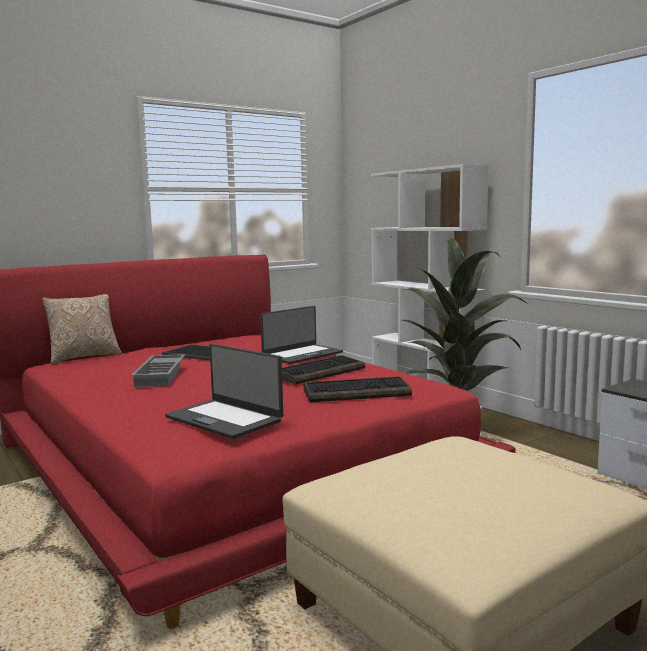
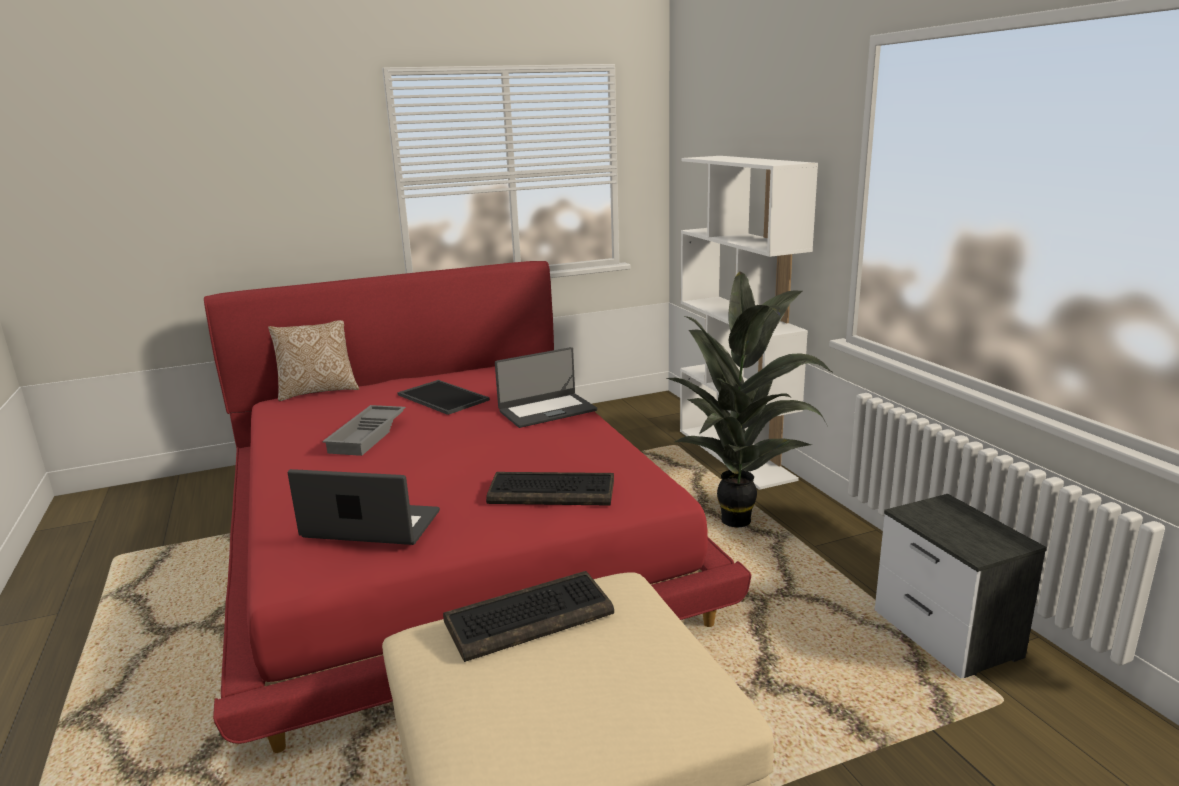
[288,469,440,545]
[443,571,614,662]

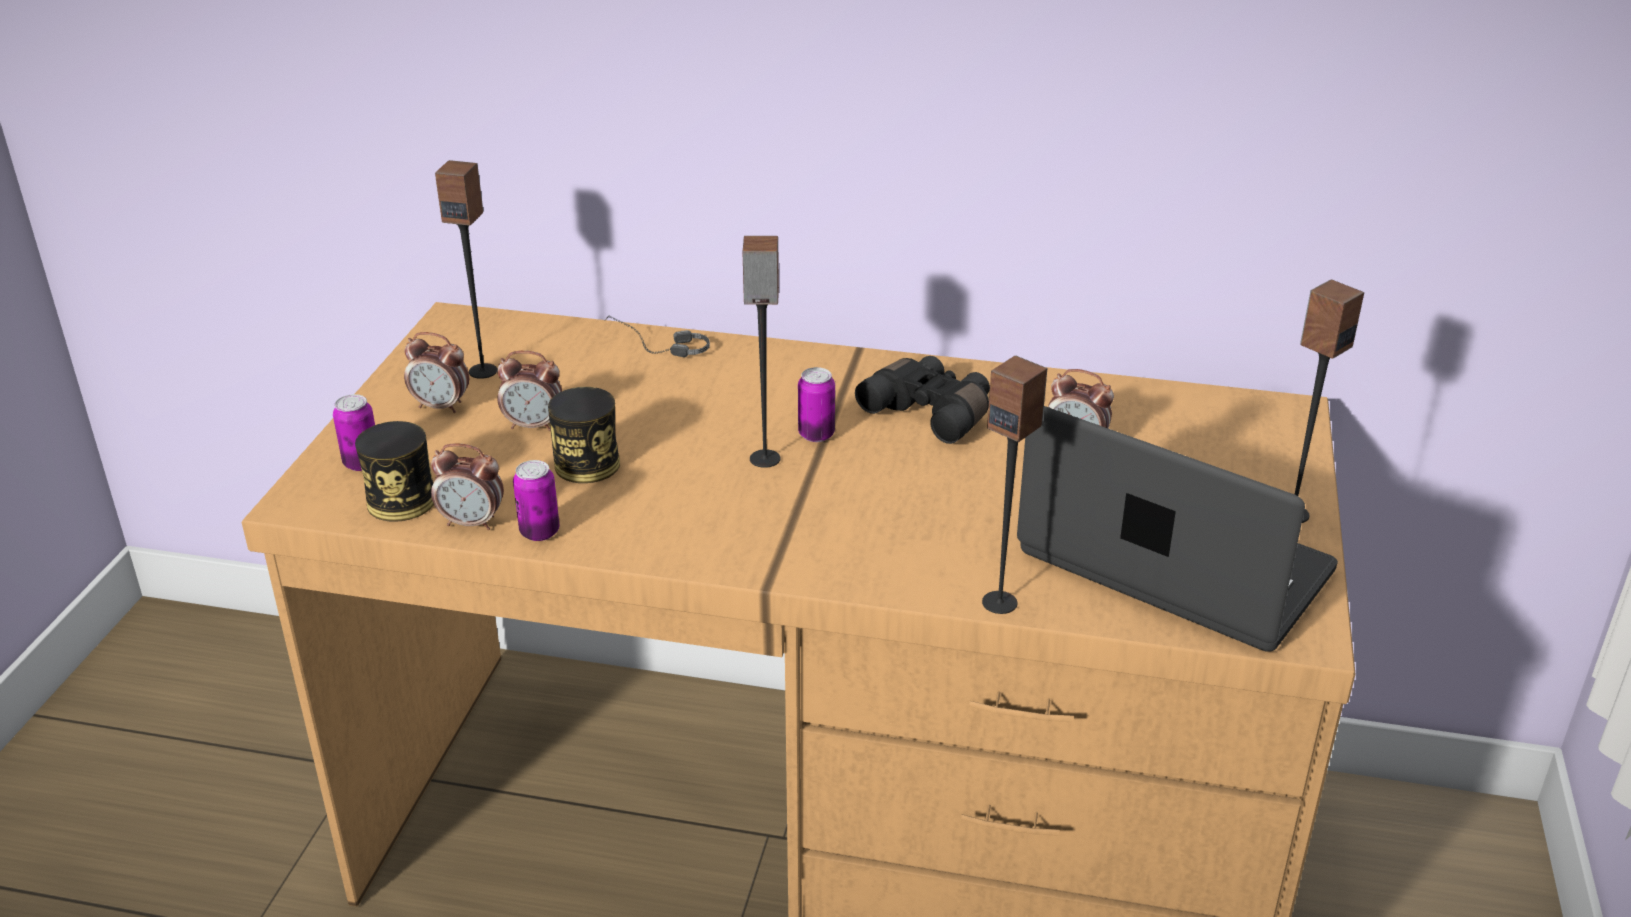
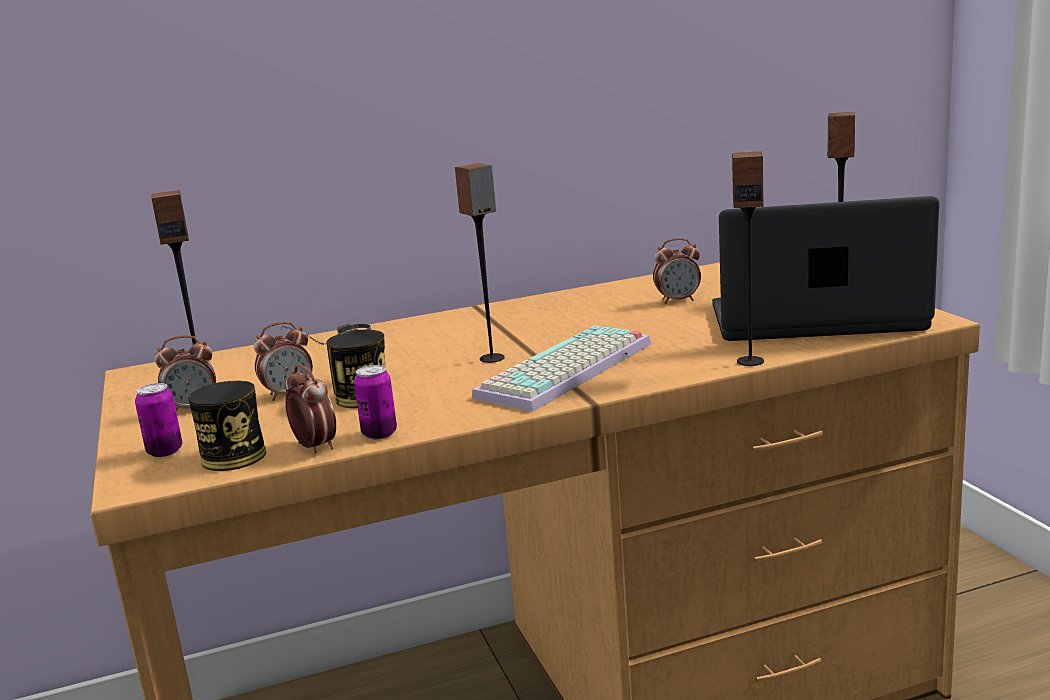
[285,365,336,453]
[472,325,651,412]
[798,367,835,442] (first image)
[855,356,990,444] (first image)

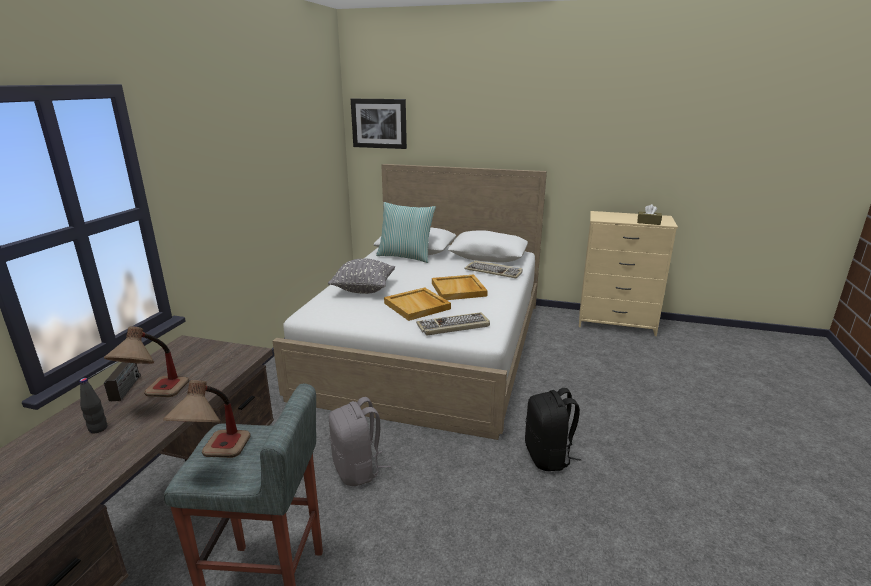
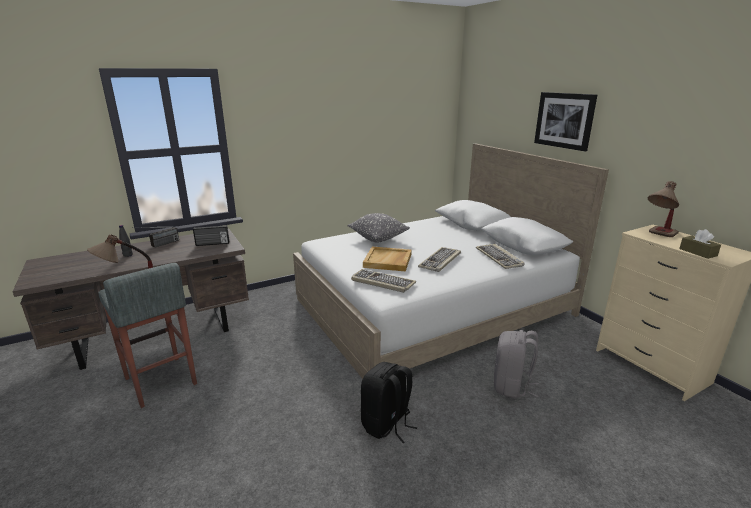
[193,225,229,246]
[418,247,461,272]
[494,330,539,399]
[534,92,597,151]
[648,181,679,237]
[376,202,436,263] (first image)

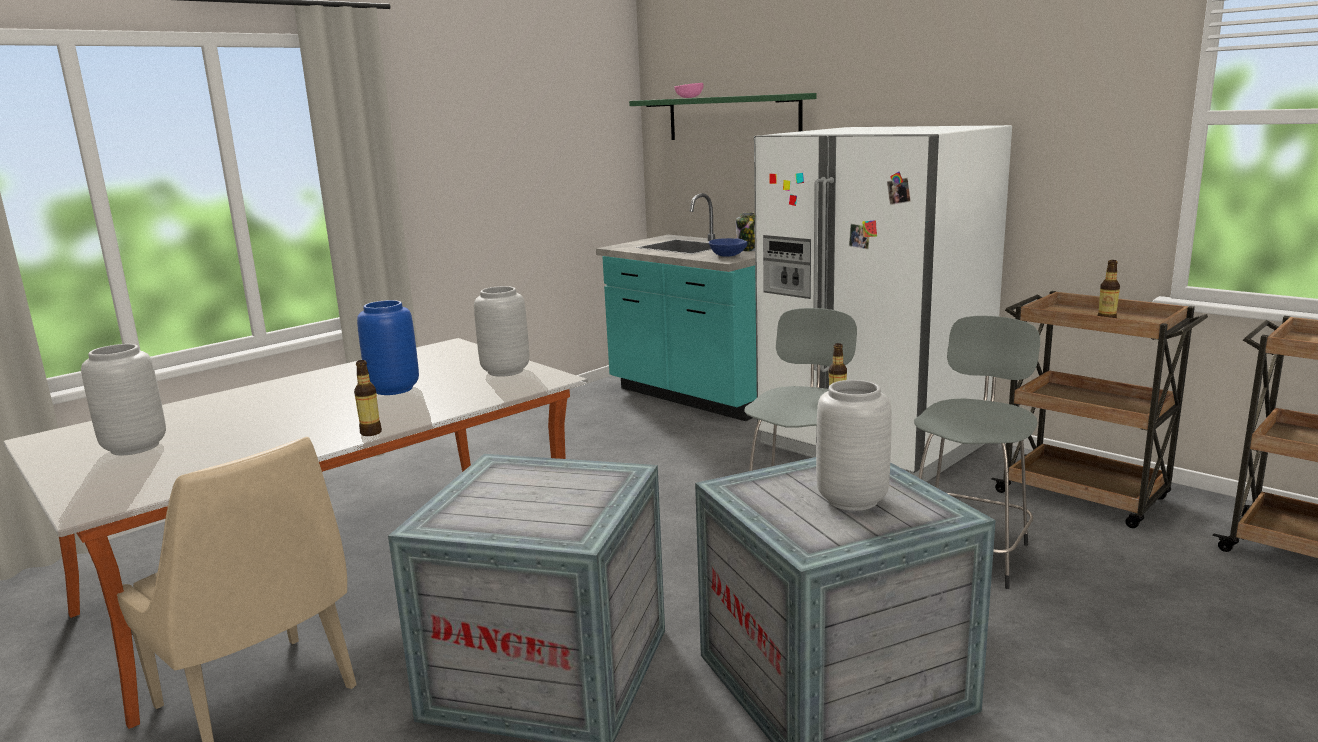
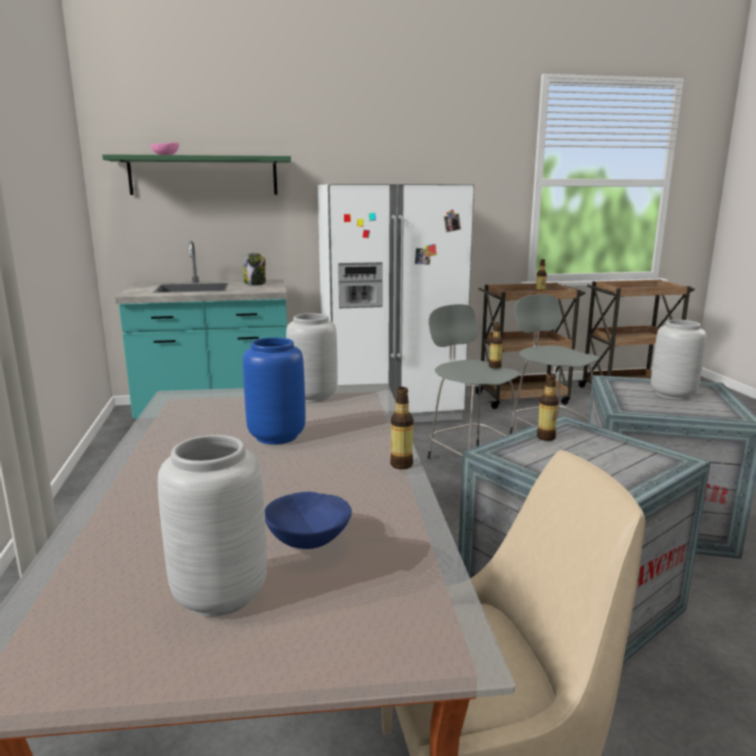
[265,492,352,549]
[537,373,559,441]

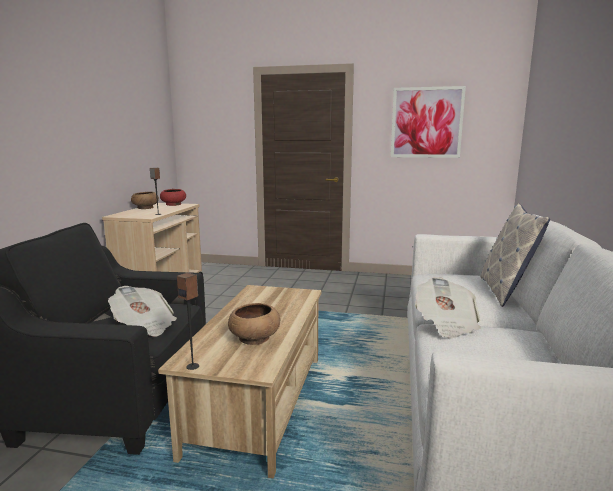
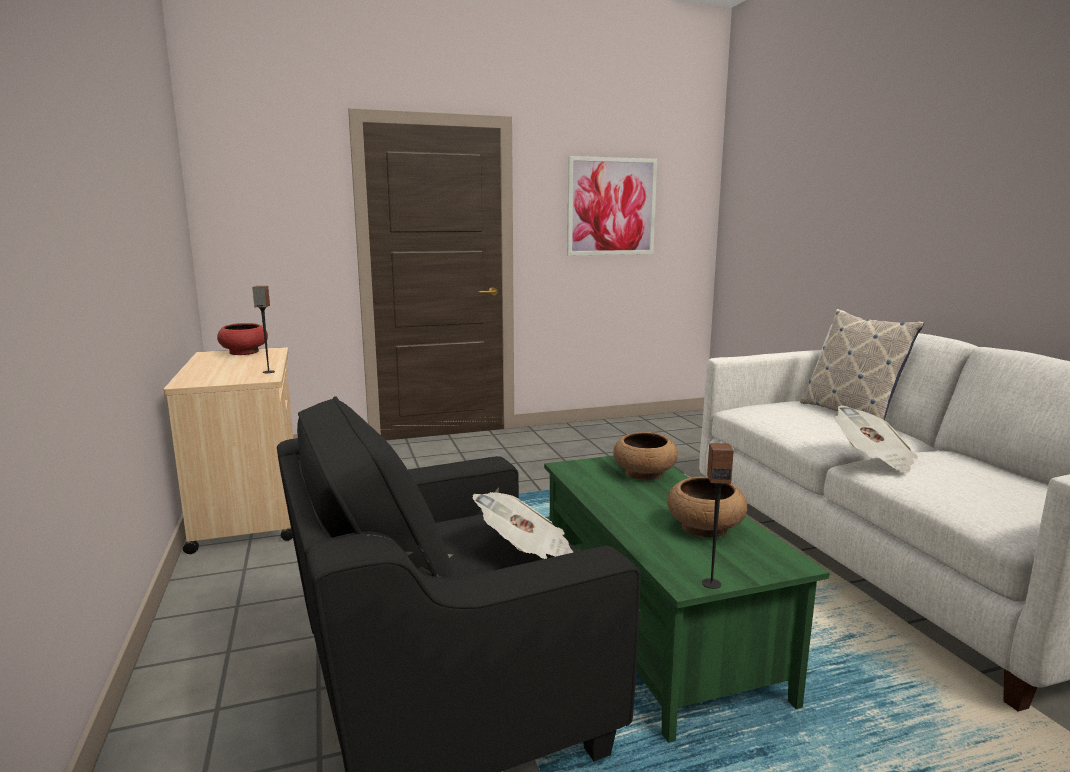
[544,456,830,743]
[613,432,678,480]

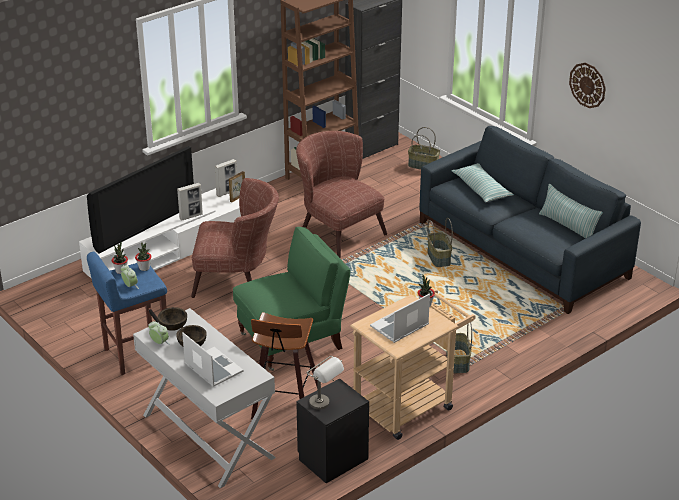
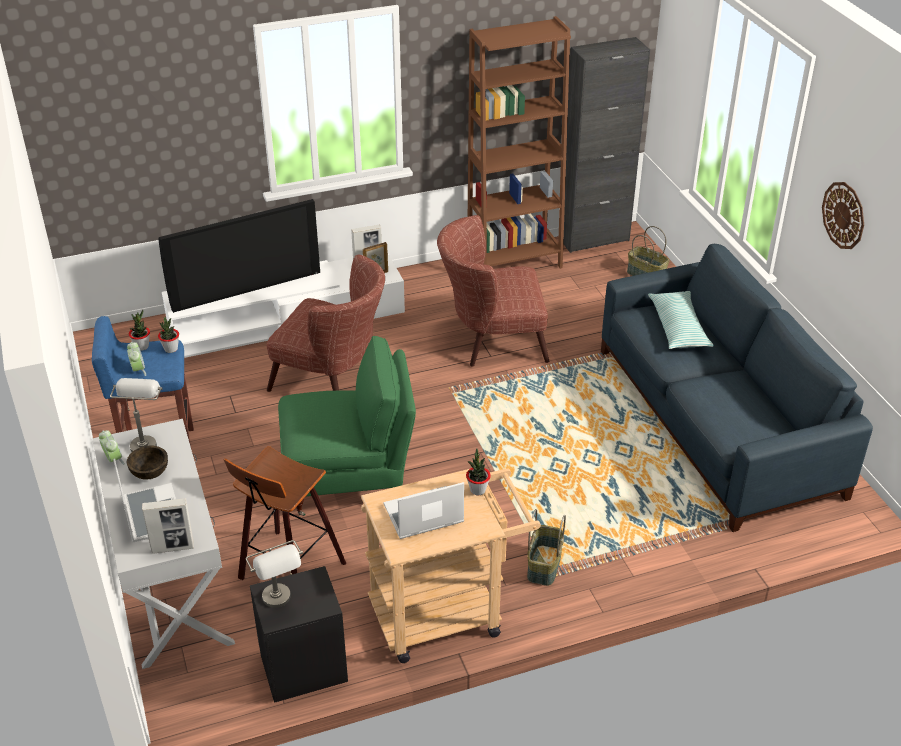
[110,378,163,452]
[142,498,194,554]
[437,215,549,367]
[427,218,453,267] (first image)
[539,184,603,238] (first image)

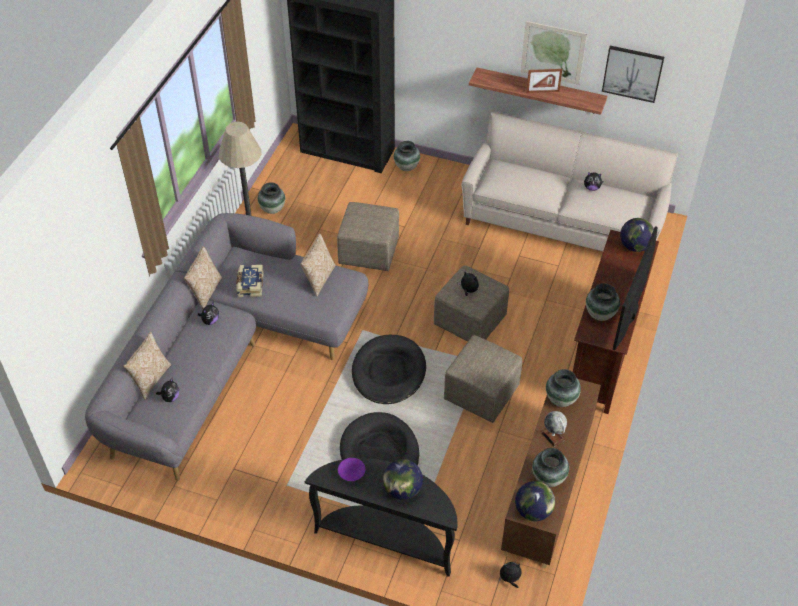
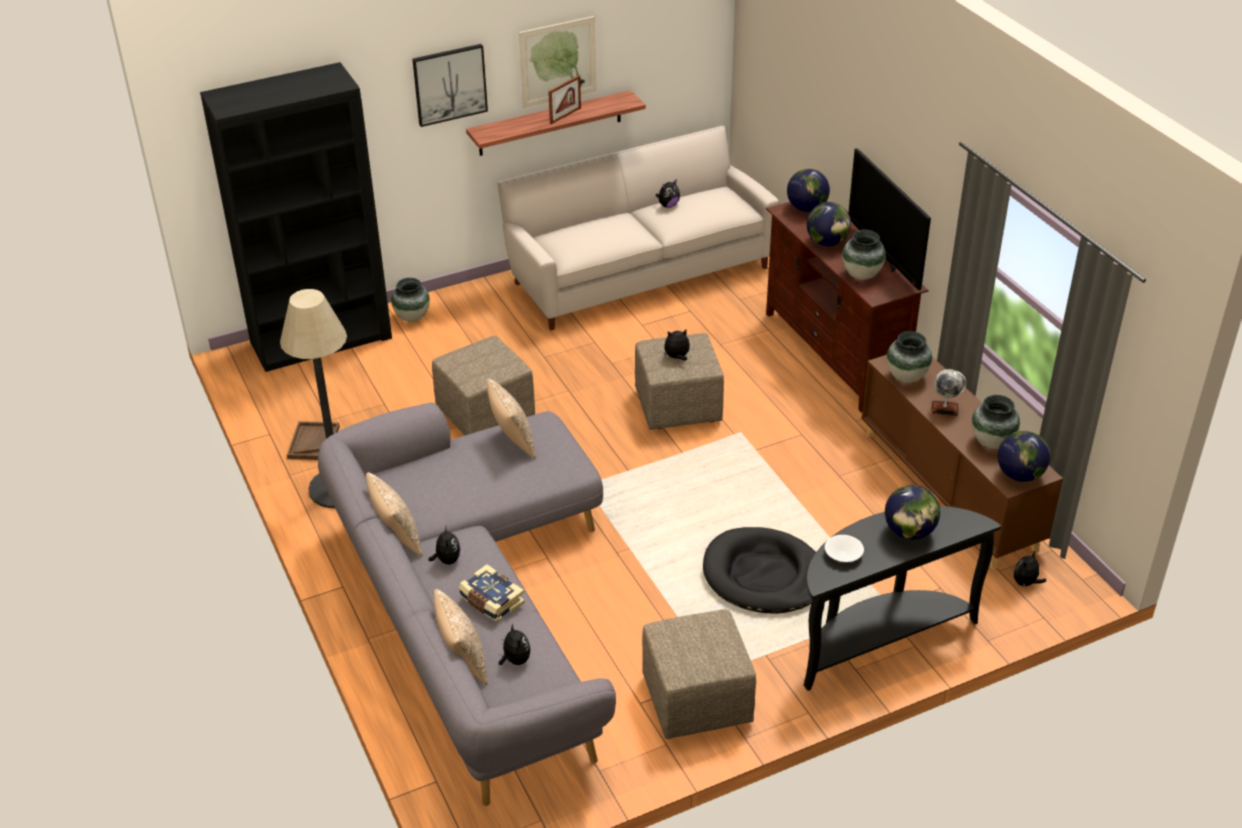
[287,421,340,460]
[412,44,488,127]
[459,564,525,623]
[642,609,756,739]
[807,202,851,246]
[825,535,864,562]
[352,335,426,404] (first image)

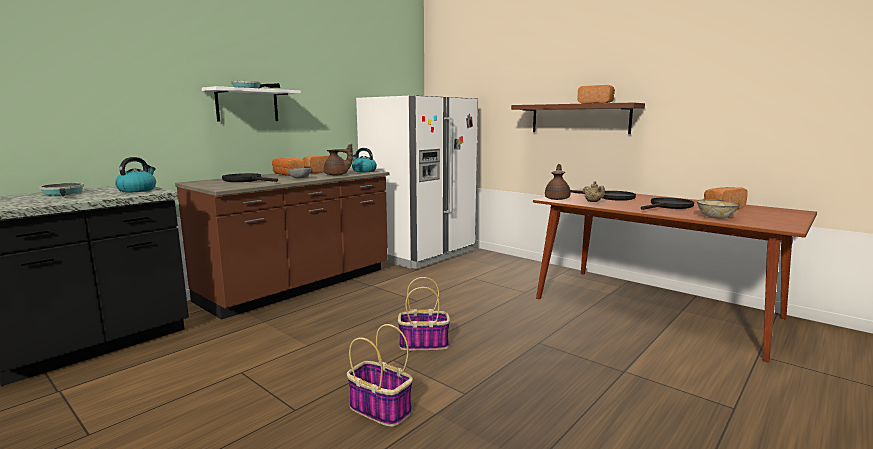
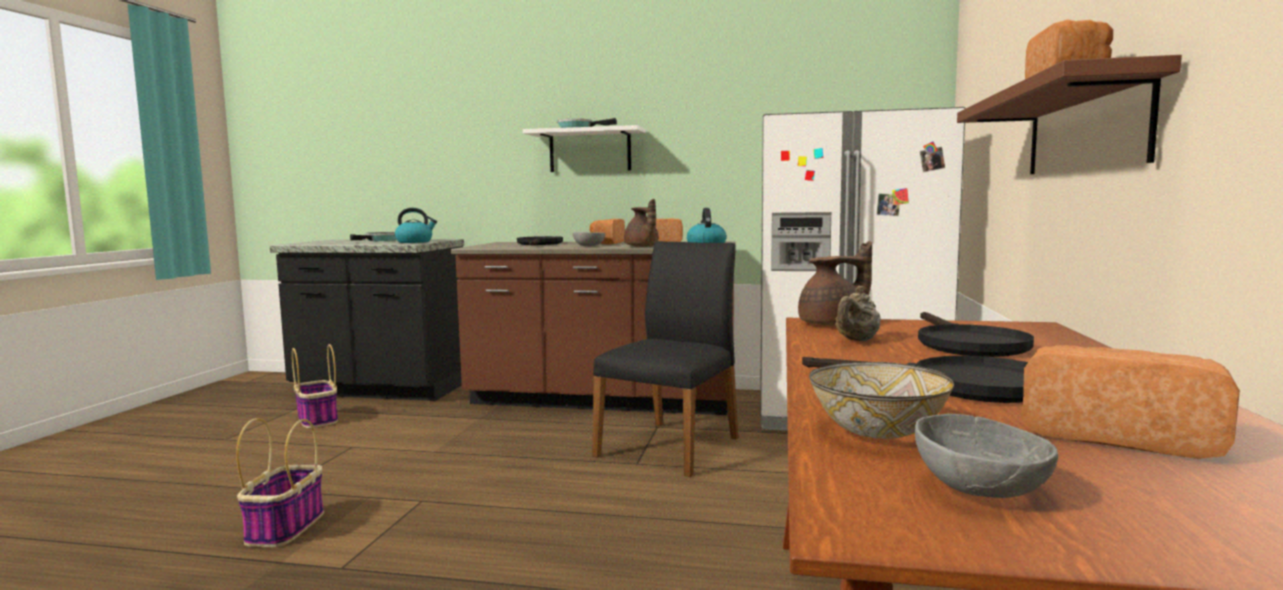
[292,344,338,428]
[592,241,738,477]
[915,414,1058,498]

